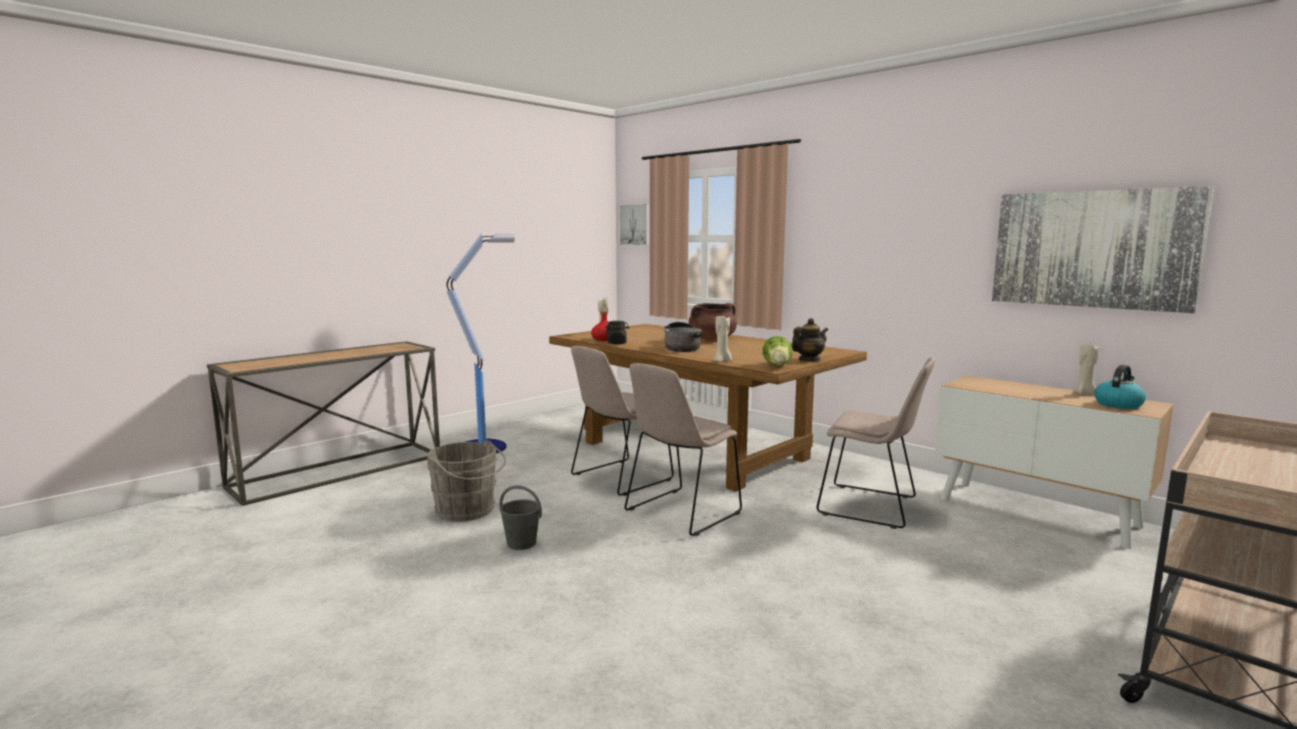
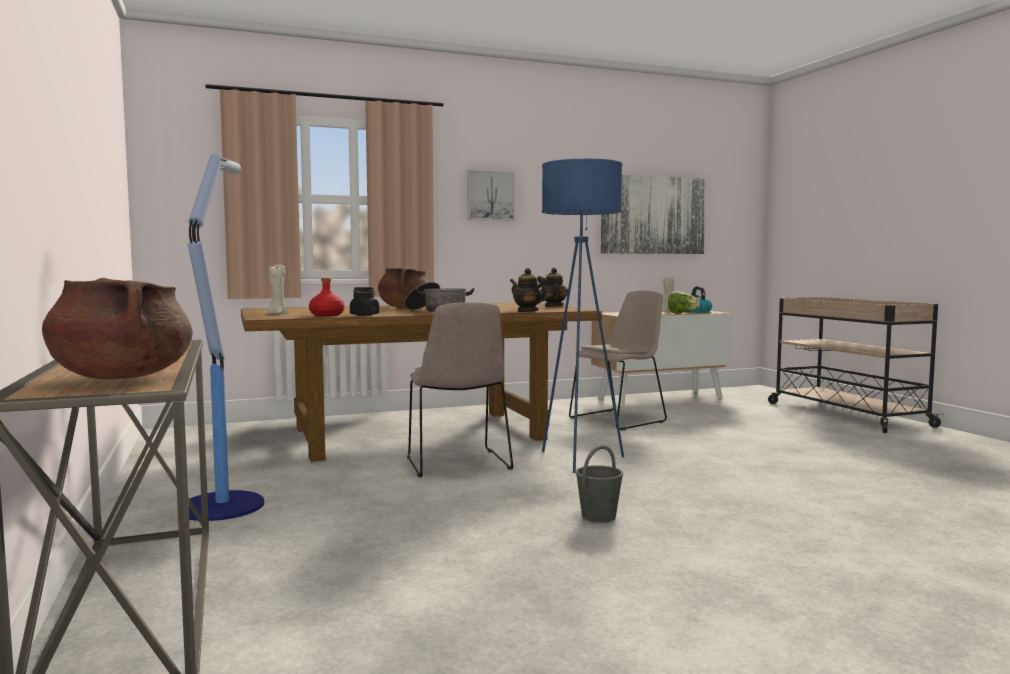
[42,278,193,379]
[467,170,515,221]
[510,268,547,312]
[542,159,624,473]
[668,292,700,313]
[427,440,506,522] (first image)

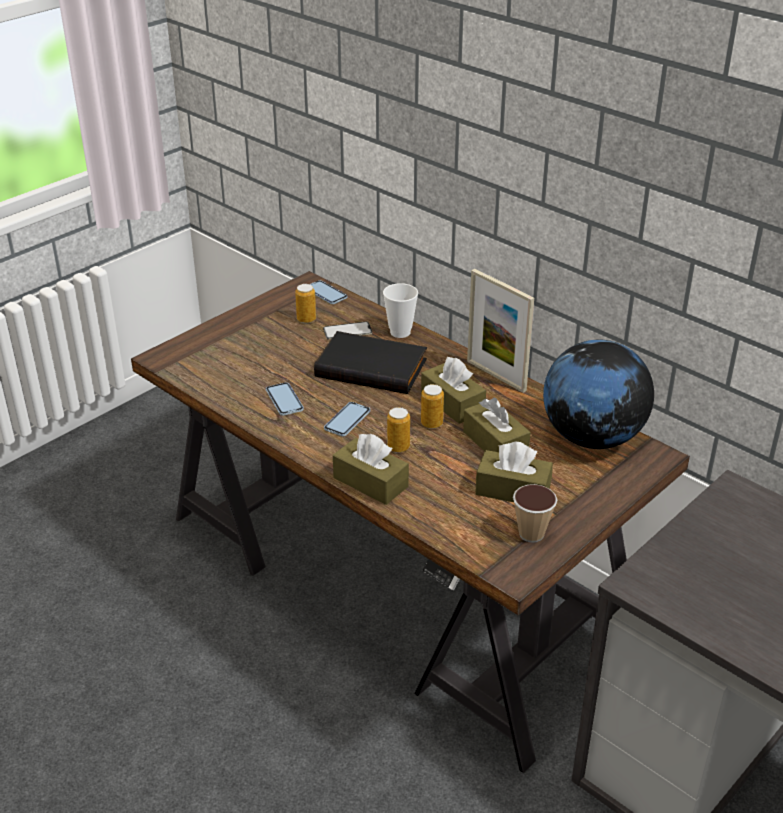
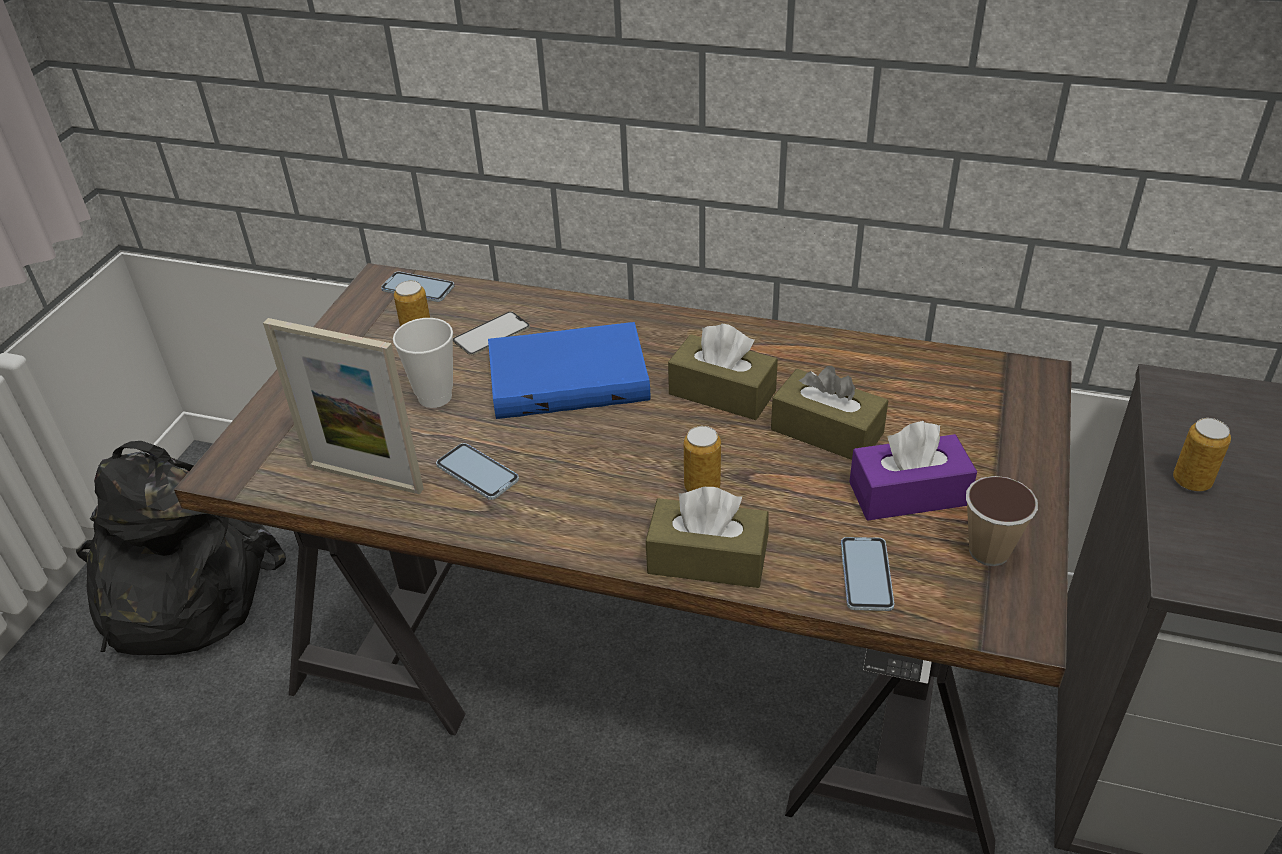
[76,441,286,655]
[263,318,424,494]
[393,318,453,408]
[488,322,650,419]
[841,537,894,611]
[850,421,977,521]
[1173,418,1231,491]
[543,339,654,449] (first image)

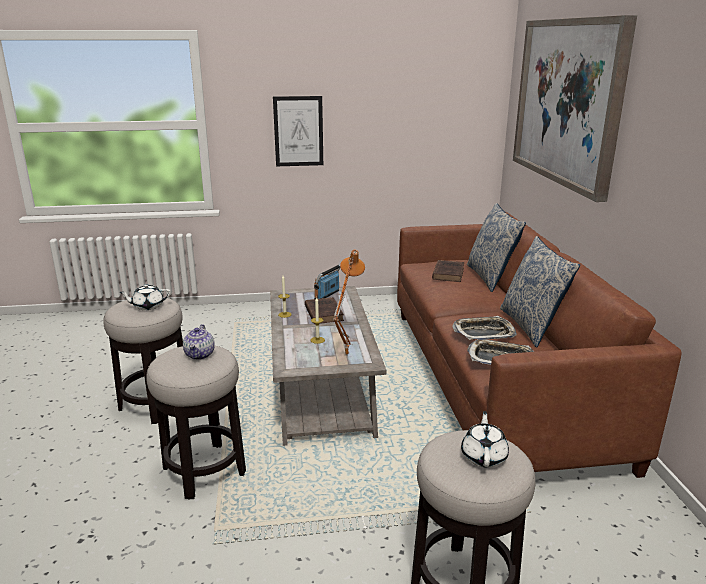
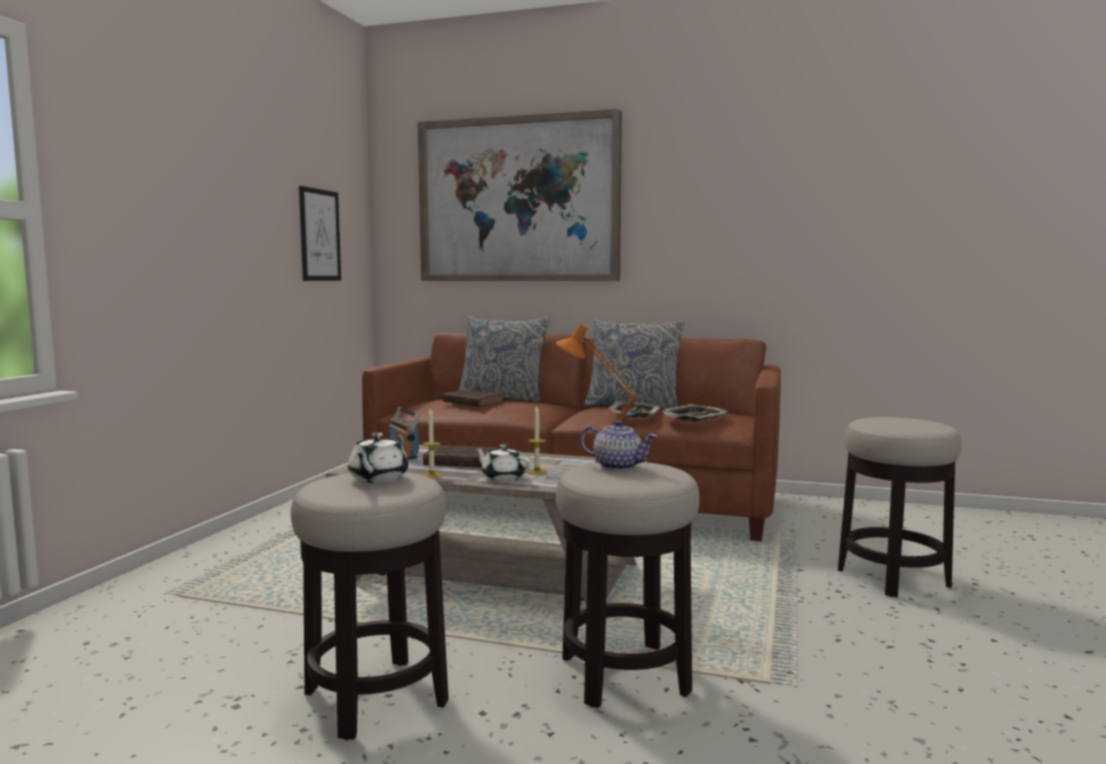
[299,186,341,281]
[474,444,531,482]

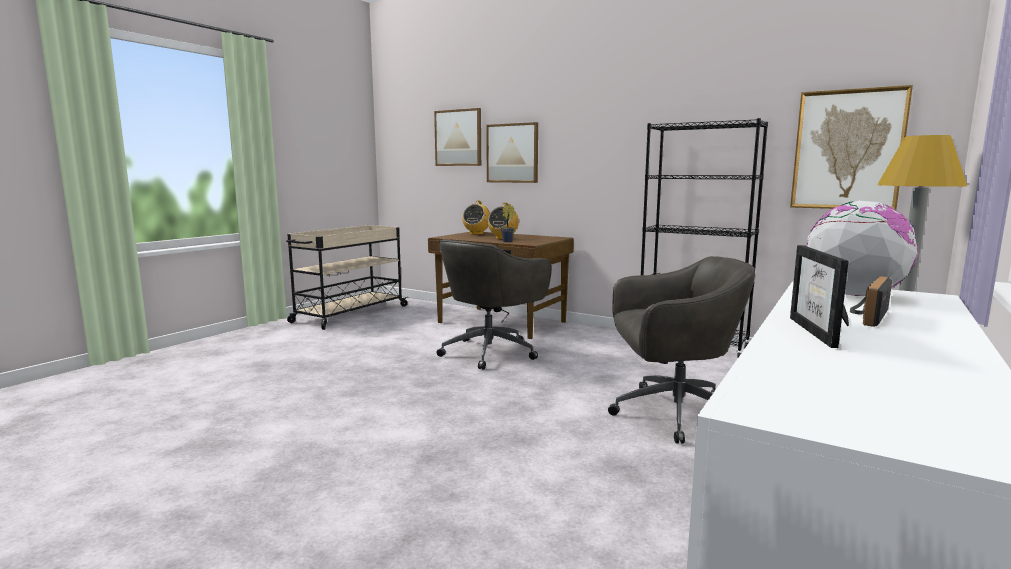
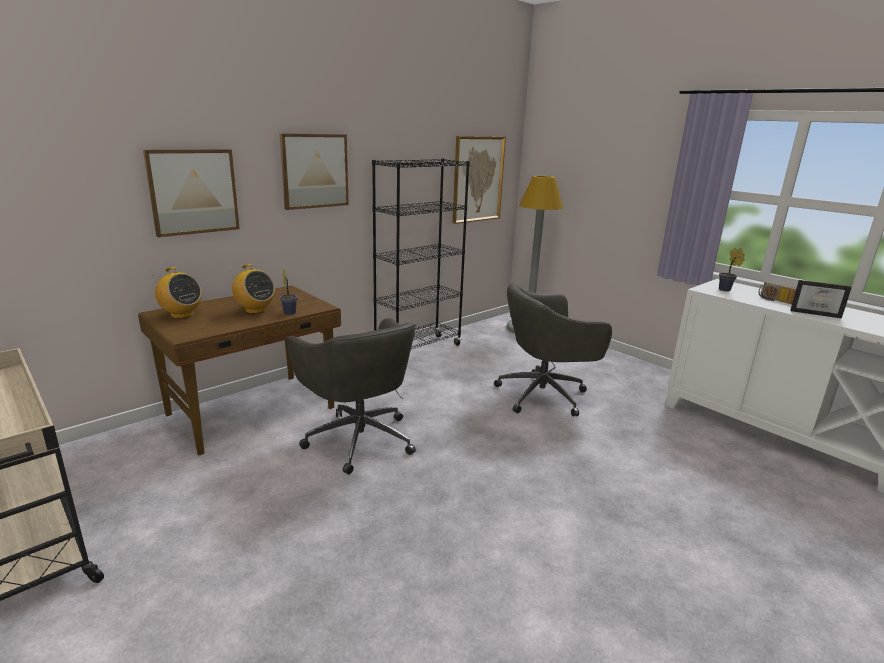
[280,133,349,210]
[494,283,612,416]
[719,248,745,292]

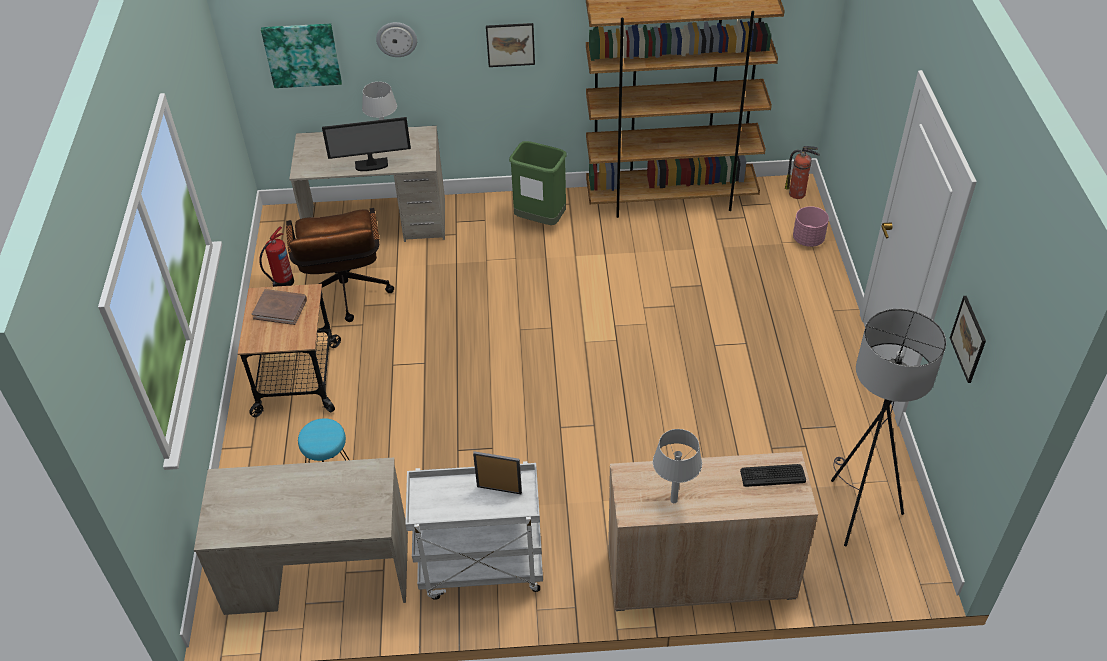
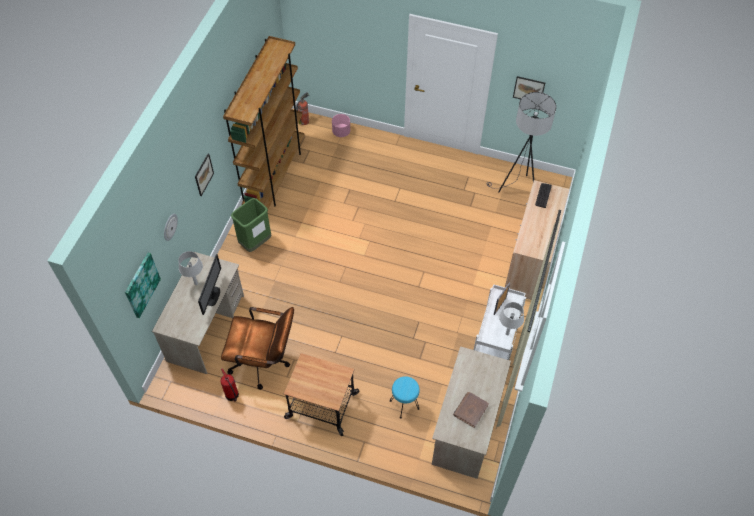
[453,392,489,428]
[499,302,524,335]

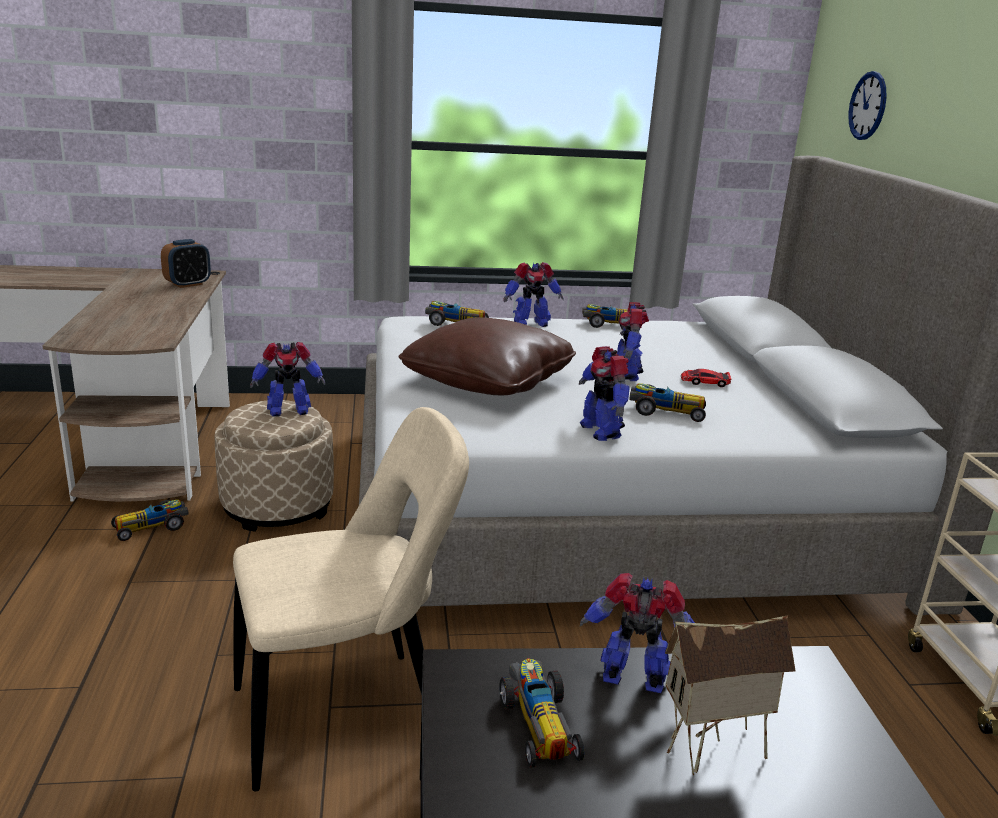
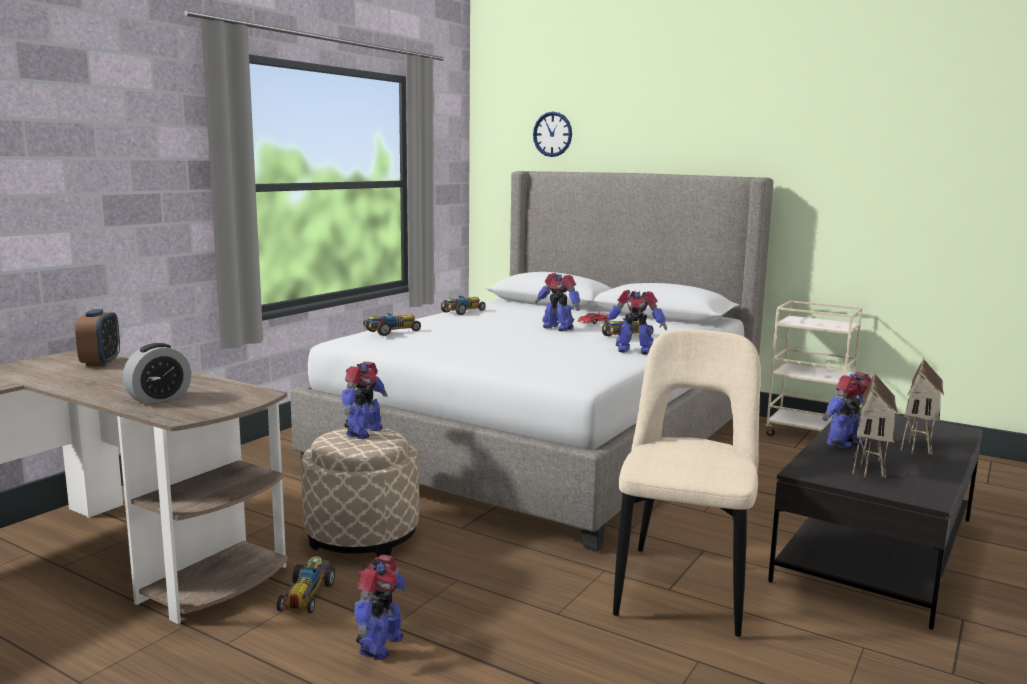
[123,343,191,404]
[355,555,408,660]
[852,372,898,478]
[398,317,576,395] (first image)

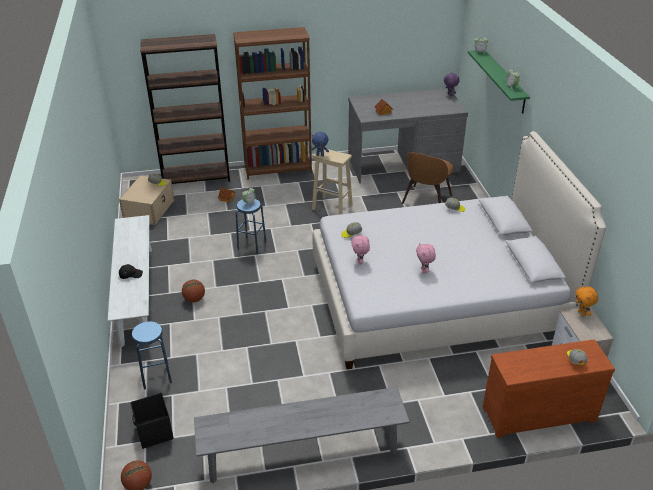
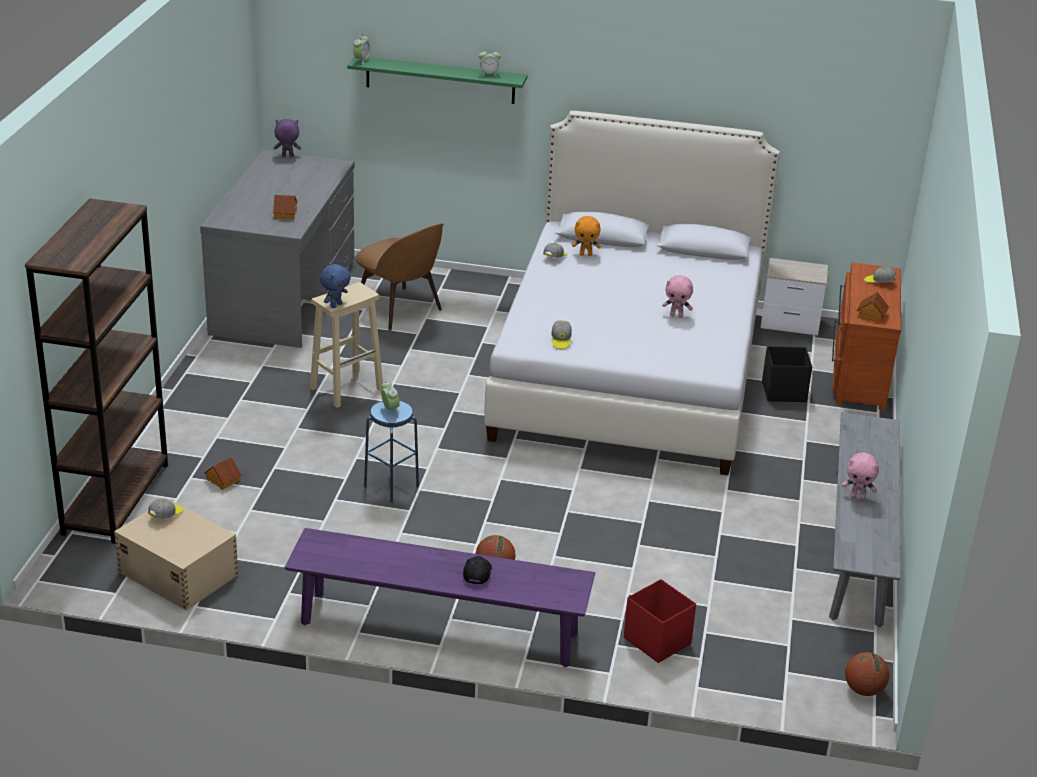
[285,528,595,668]
[572,216,601,256]
[624,579,696,663]
[762,346,812,402]
[842,453,879,500]
[857,292,889,322]
[233,27,312,180] (first image)

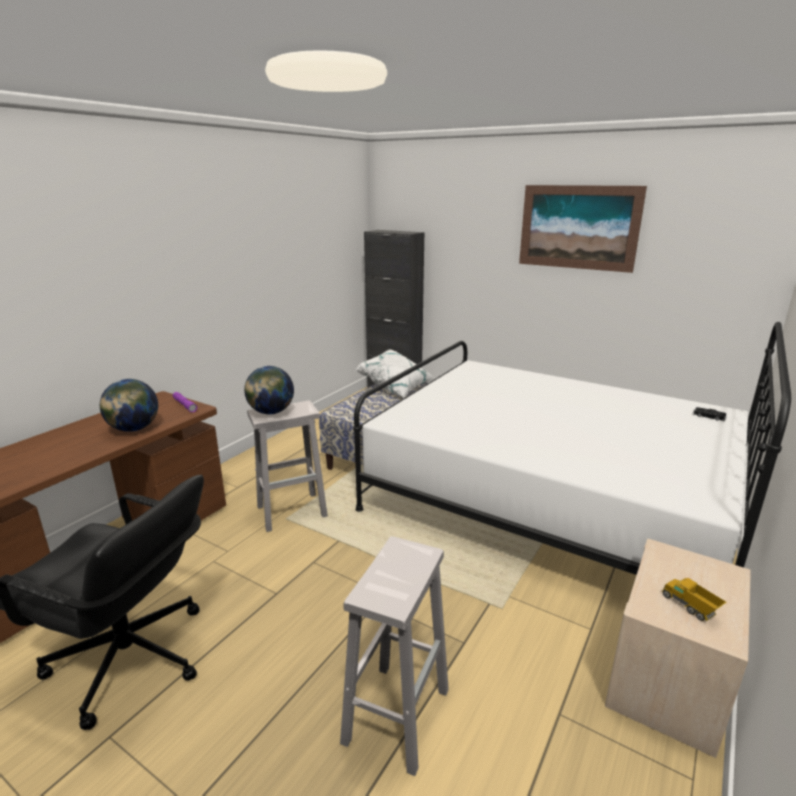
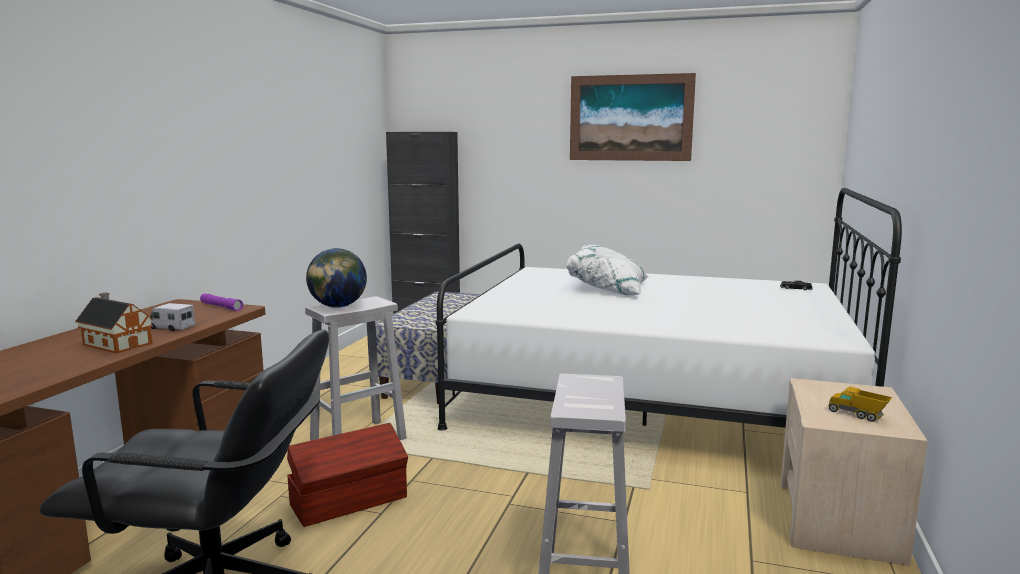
[75,292,153,354]
[150,303,196,331]
[287,423,408,527]
[566,245,649,295]

